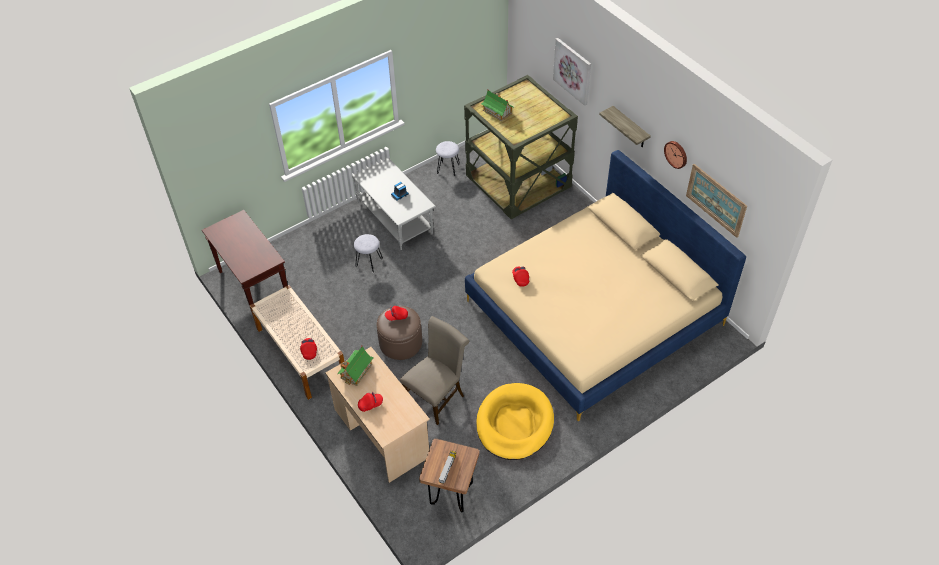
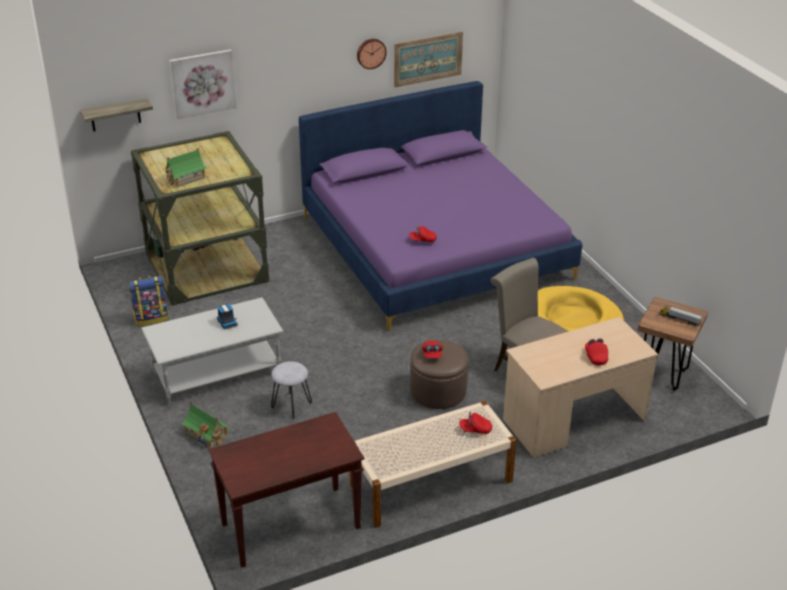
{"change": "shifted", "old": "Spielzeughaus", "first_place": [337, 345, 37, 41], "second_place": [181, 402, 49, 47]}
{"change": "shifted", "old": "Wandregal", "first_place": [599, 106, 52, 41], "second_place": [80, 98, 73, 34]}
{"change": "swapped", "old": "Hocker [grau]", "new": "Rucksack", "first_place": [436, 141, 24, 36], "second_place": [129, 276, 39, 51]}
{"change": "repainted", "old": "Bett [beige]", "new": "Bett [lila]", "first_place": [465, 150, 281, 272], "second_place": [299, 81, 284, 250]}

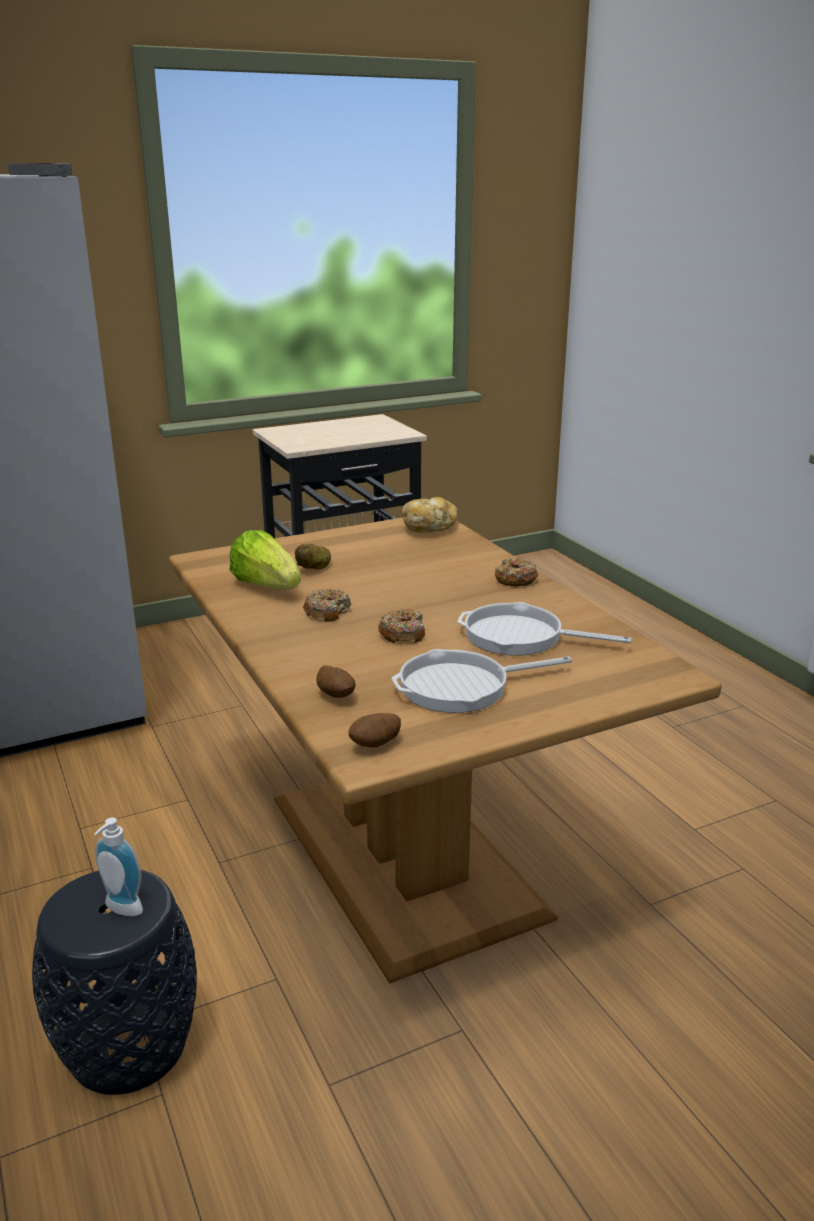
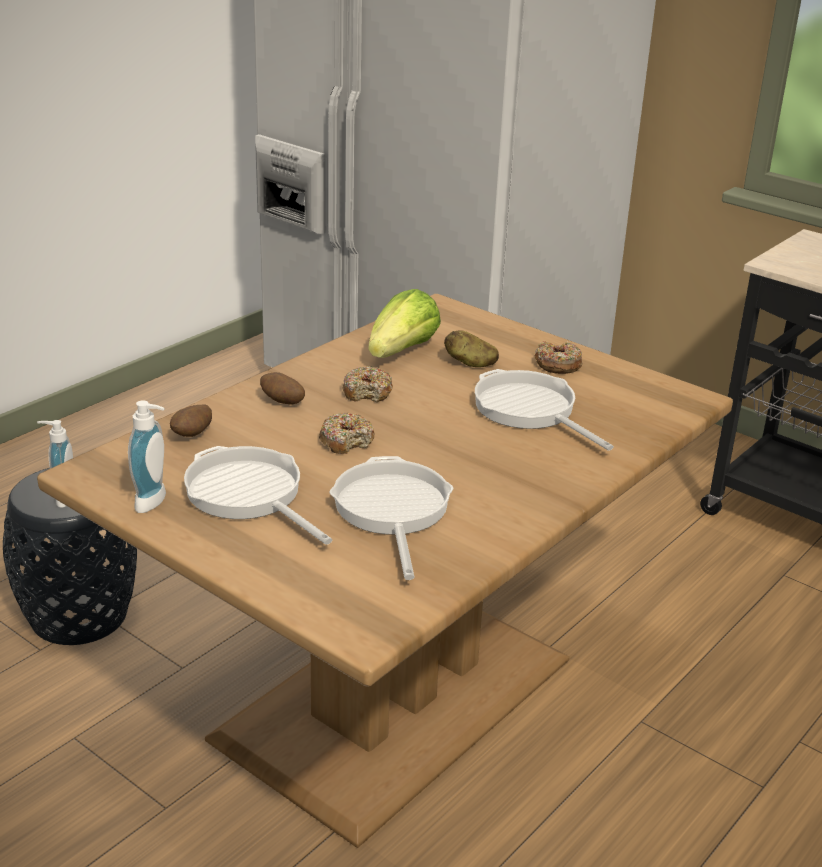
{"change": "gone", "old": "Brot", "first_place": [402, 497, 56, 36]}
{"change": "new", "new": "Seifenspender", "second_place": [128, 400, 38, 113]}
{"change": "new", "new": "Pfanne", "second_place": [475, 369, 139, 82]}
{"change": "shifted", "old": "Kartoffel", "first_place": [348, 713, 53, 34], "second_place": [260, 372, 45, 33]}
{"change": "shifted", "old": "Donut", "first_place": [494, 558, 44, 28], "second_place": [535, 341, 47, 33]}

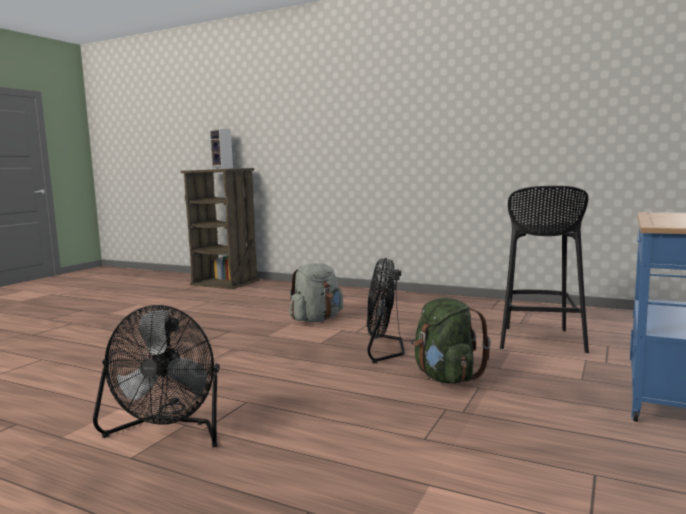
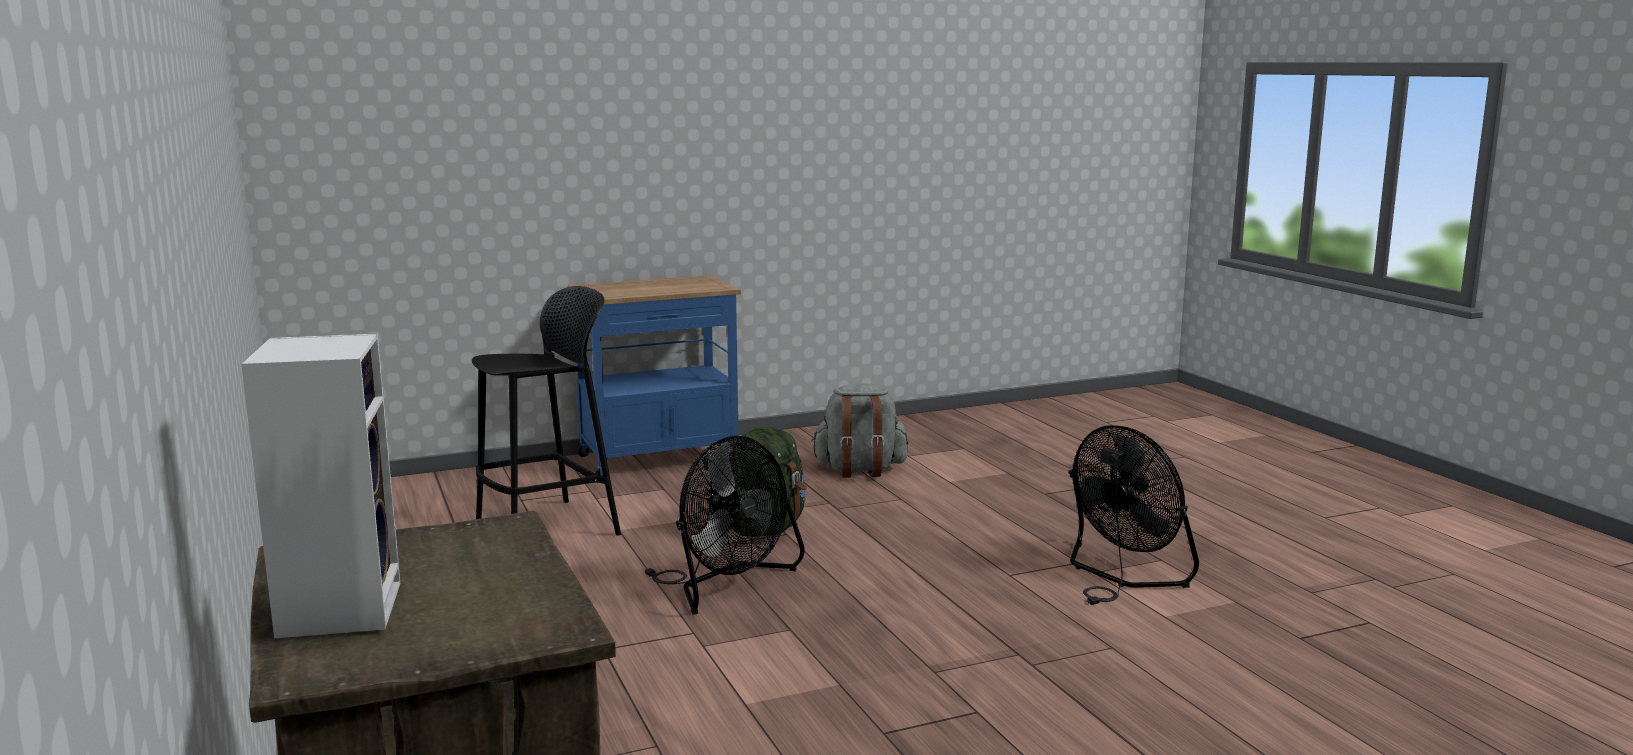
{"change": "shifted", "old": "Rucksack [grau]", "first_place": [289, 263, 54, 59], "second_place": [811, 384, 97, 94]}

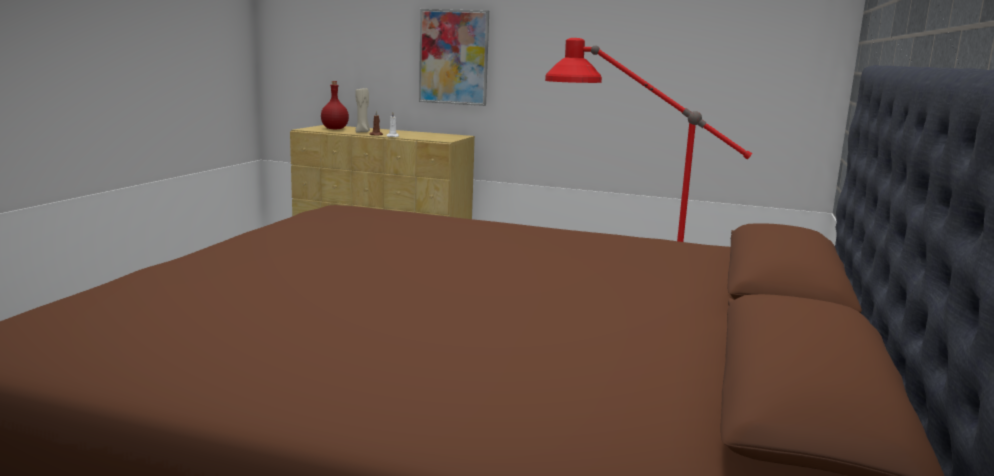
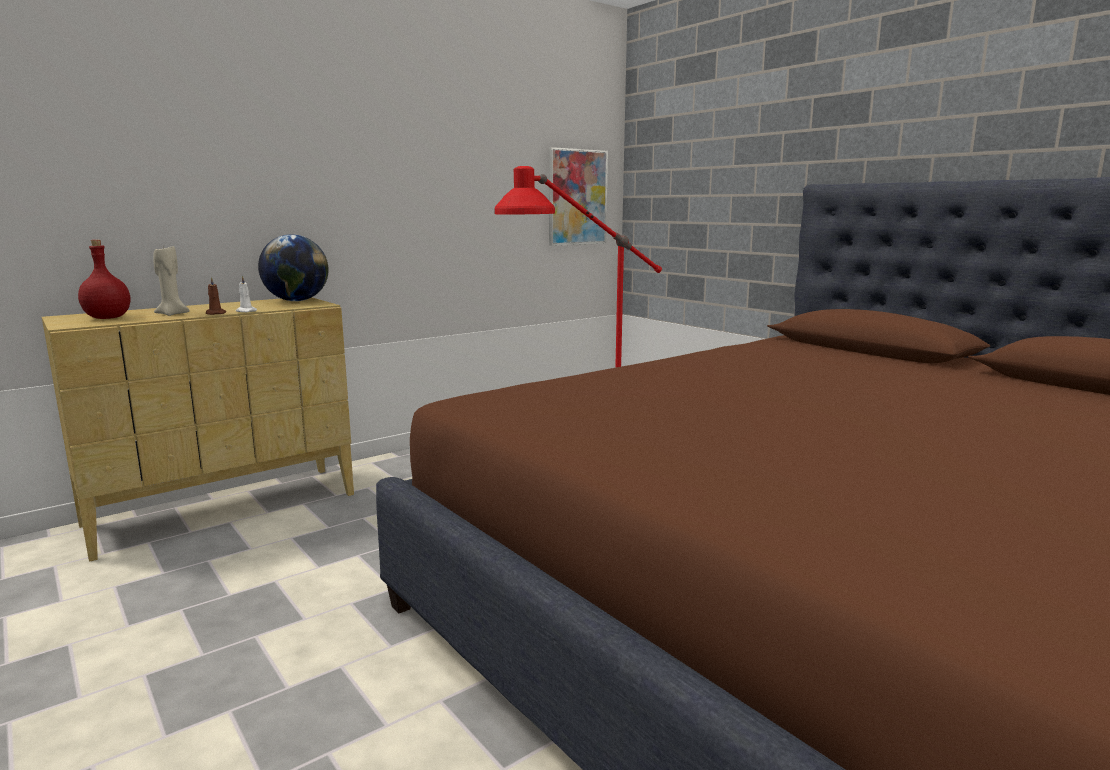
{"change": "new", "new": "Globus", "second_place": [258, 234, 71, 67]}
{"change": "shifted", "old": "Bild", "first_place": [419, 9, 70, 97], "second_place": [549, 147, 59, 99]}

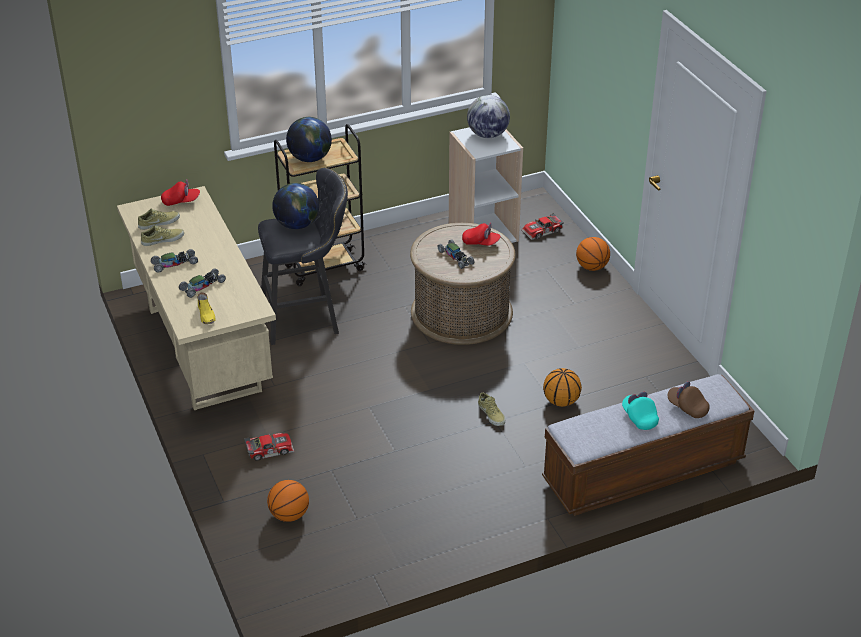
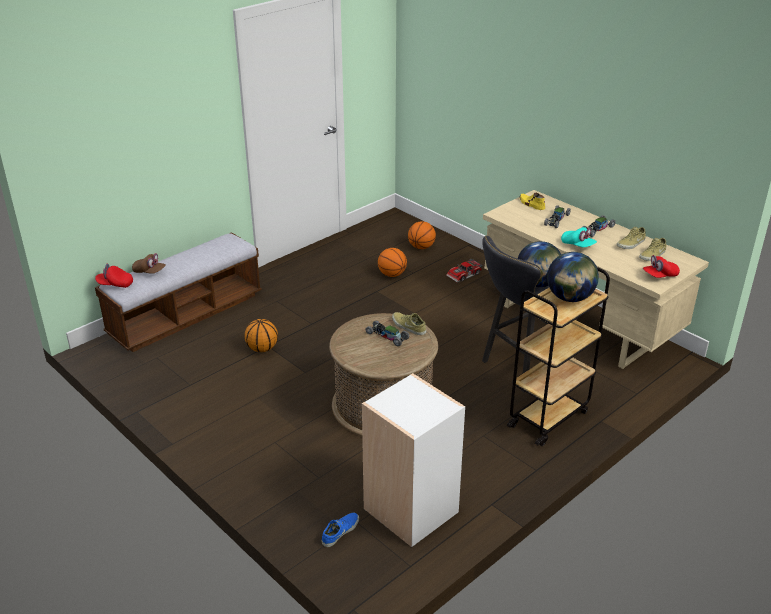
{"change": "gone", "old": "Globus", "first_place": [467, 95, 43, 43]}
{"change": "shifted", "old": "Kappe [rot]", "first_place": [462, 223, 39, 23], "second_place": [95, 264, 38, 24]}
{"change": "shifted", "old": "Schuh [beige]", "first_place": [478, 393, 27, 33], "second_place": [392, 312, 34, 23]}
{"change": "shifted", "old": "Basketball", "first_place": [576, 237, 34, 34], "second_place": [378, 248, 29, 29]}
{"change": "shifted", "old": "Kappe [türkis]", "first_place": [622, 391, 37, 39], "second_place": [561, 227, 36, 20]}
{"change": "swapped", "old": "Spielzeugauto", "new": "Schuh [blau]", "first_place": [522, 213, 42, 27], "second_place": [322, 513, 37, 34]}

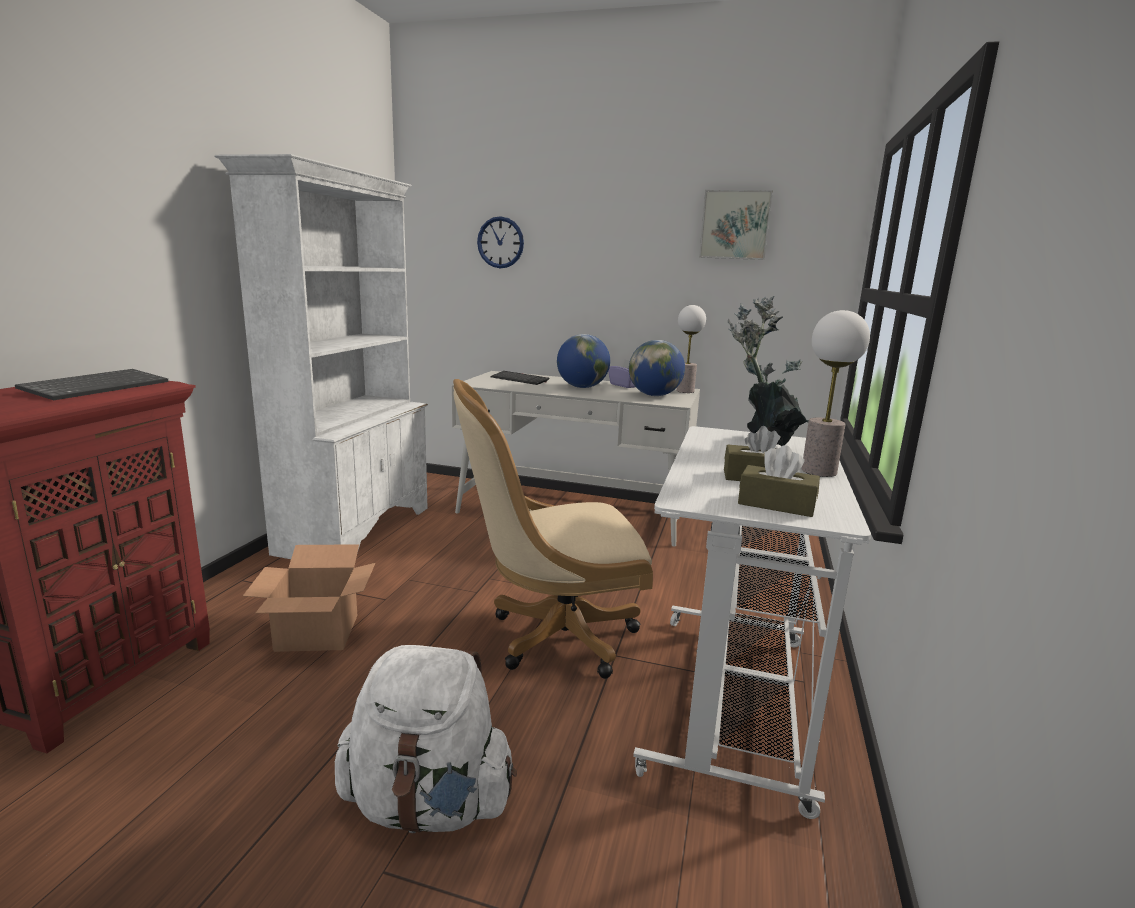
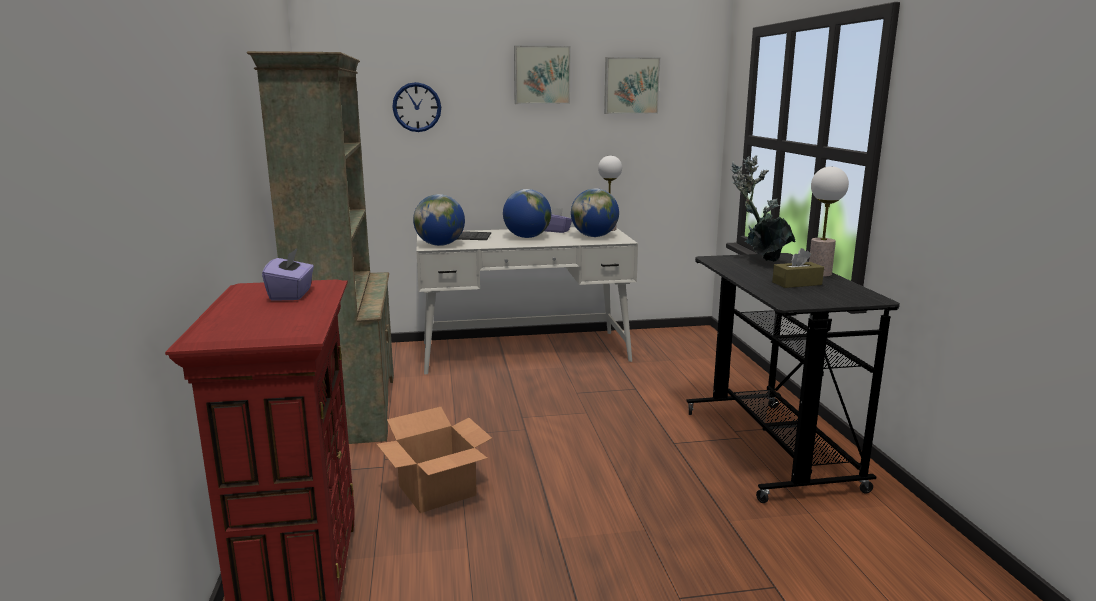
{"change": "gone", "old": "Rucksack [weiß]", "first_place": [335, 645, 182, 188]}
{"change": "gone", "old": "Bürostuhl [beige]", "first_place": [453, 379, 200, 300]}
{"change": "gone", "old": "Taschentuchbox [braun]", "first_place": [738, 445, 82, 72]}
{"change": "new", "new": "Globus", "second_place": [413, 194, 52, 52]}
{"change": "new", "new": "Bild", "second_place": [514, 46, 57, 58]}
{"change": "swapped", "old": "Tastatur", "new": "Taschentuchbox [lila]", "first_place": [15, 369, 153, 31], "second_place": [262, 248, 52, 53]}
{"change": "repainted", "old": "Bücherregal [weiß]", "new": "Bücherregal [grün]", "first_place": [214, 154, 214, 405], "second_place": [247, 51, 147, 393]}
{"change": "repainted", "old": "Schreibtisch [weiß]", "new": "Schreibtisch [schwarz]", "first_place": [633, 426, 238, 393], "second_place": [687, 253, 213, 250]}

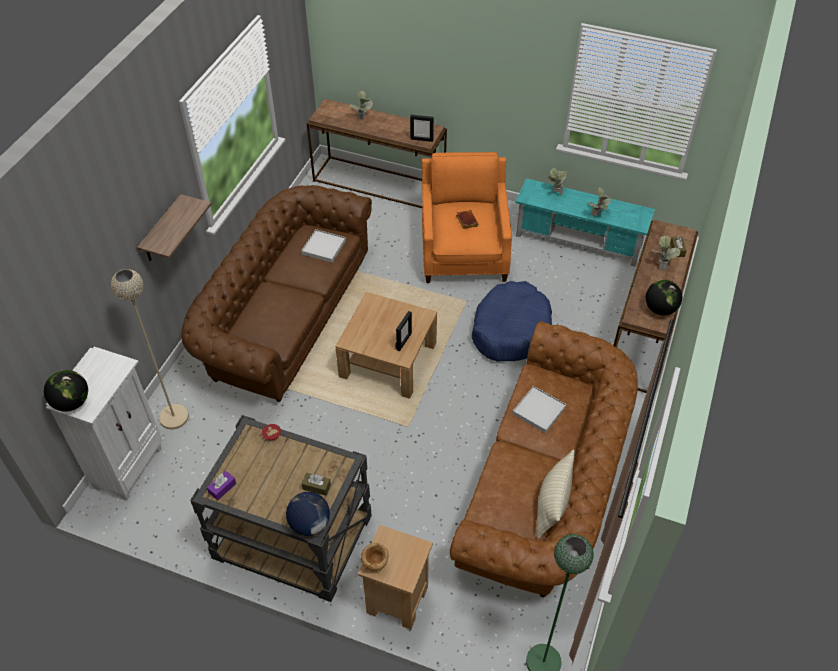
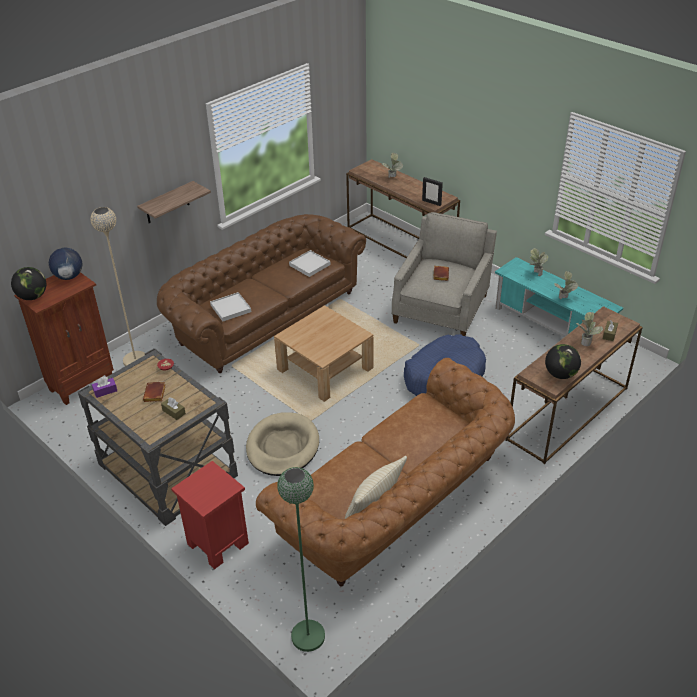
{"change": "gone", "old": "Schüssel [braun]", "first_place": [361, 543, 28, 28]}
{"change": "gone", "old": "Bilderrahmen", "first_place": [395, 311, 17, 40]}
{"change": "new", "new": "Buch [braun]", "second_place": [143, 381, 23, 21]}
{"change": "new", "new": "Hundebett [beige]", "second_place": [246, 412, 73, 64]}
{"change": "shifted", "old": "Globus", "first_place": [286, 492, 44, 44], "second_place": [49, 248, 33, 32]}
{"change": "shifted", "old": "Tablett [weiß]", "first_place": [512, 386, 54, 47], "second_place": [210, 292, 41, 30]}
{"change": "repainted", "old": "Schrank [weiß]", "new": "Schrank [braun]", "first_place": [45, 347, 117, 153], "second_place": [14, 272, 100, 133]}
{"change": "repainted", "old": "Nachttisch [beige]", "new": "Nachttisch [rot]", "first_place": [358, 525, 75, 105], "second_place": [171, 461, 78, 108]}
{"change": "repainted", "old": "Sessel [orange]", "new": "Sessel [grau]", "first_place": [422, 152, 90, 131], "second_place": [391, 212, 106, 124]}

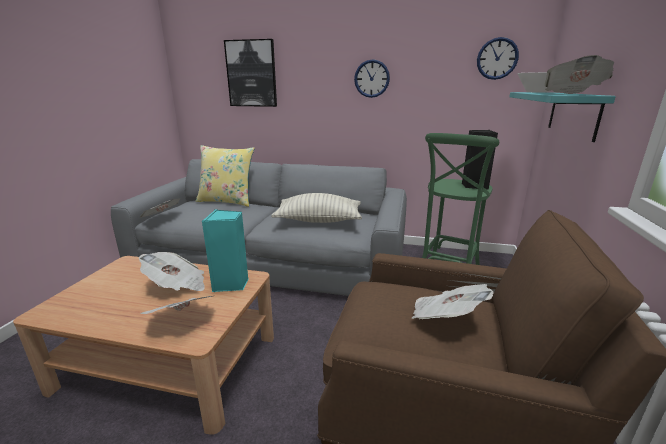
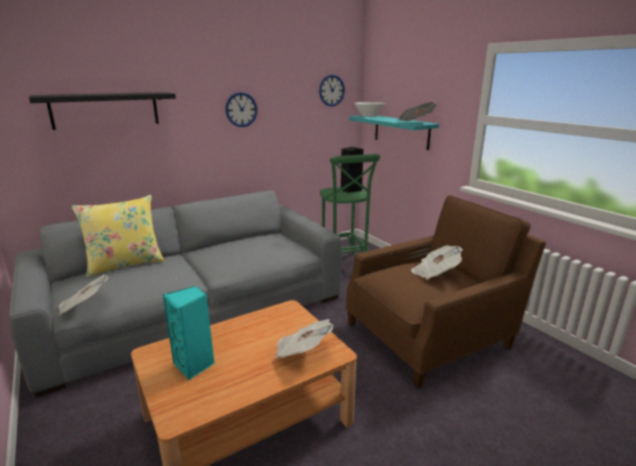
{"change": "gone", "old": "Zeitung", "first_place": [139, 252, 66, 39]}
{"change": "gone", "old": "Kissen", "first_place": [271, 193, 91, 30]}
{"change": "shifted", "old": "Lautsprecher [türkis]", "first_place": [202, 209, 46, 83], "second_place": [163, 286, 52, 94]}
{"change": "swapped", "old": "Bild", "new": "Wandregal [schwarz]", "first_place": [224, 39, 53, 68], "second_place": [29, 92, 147, 38]}

